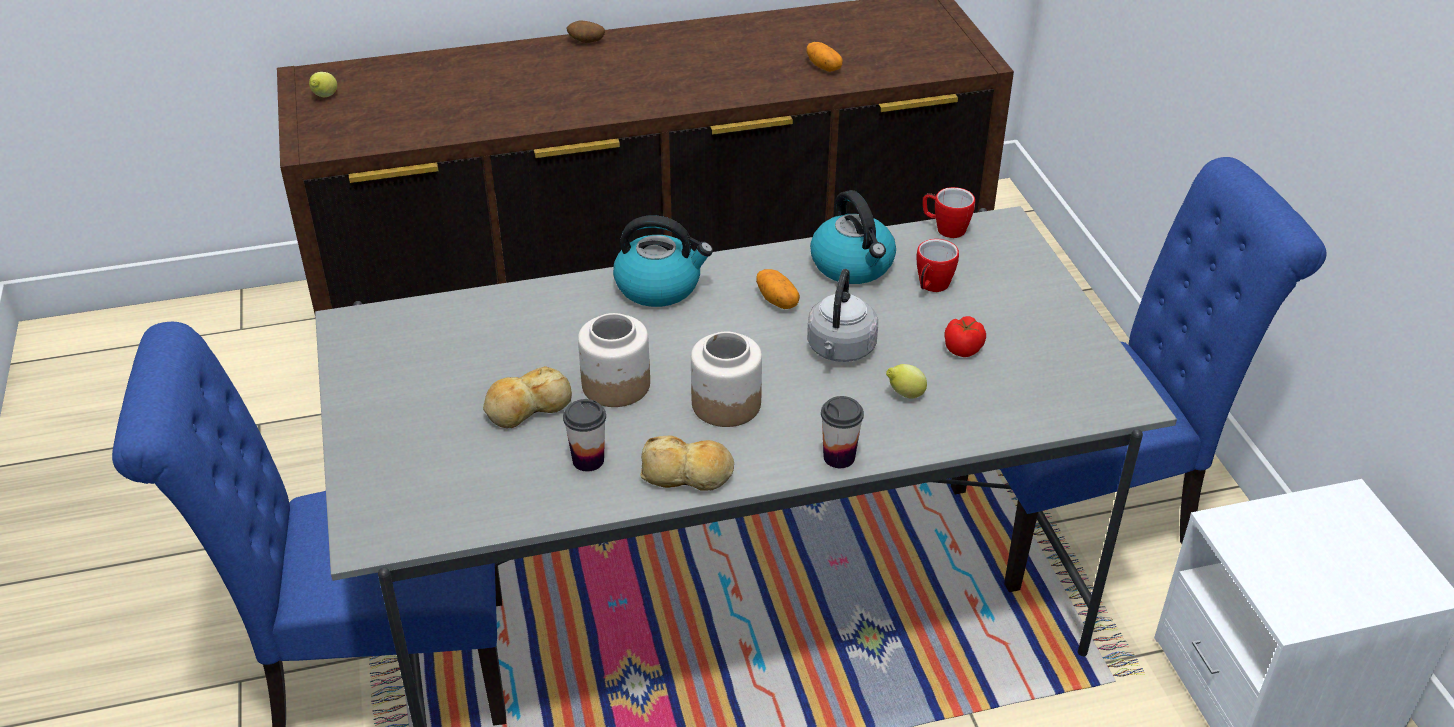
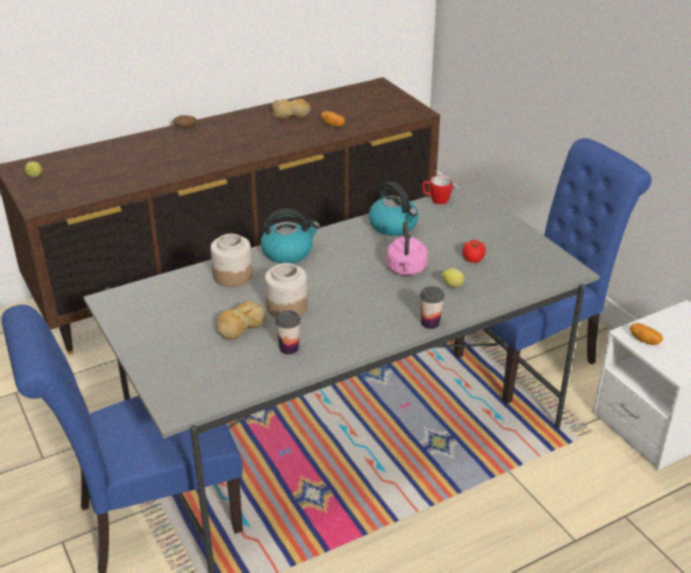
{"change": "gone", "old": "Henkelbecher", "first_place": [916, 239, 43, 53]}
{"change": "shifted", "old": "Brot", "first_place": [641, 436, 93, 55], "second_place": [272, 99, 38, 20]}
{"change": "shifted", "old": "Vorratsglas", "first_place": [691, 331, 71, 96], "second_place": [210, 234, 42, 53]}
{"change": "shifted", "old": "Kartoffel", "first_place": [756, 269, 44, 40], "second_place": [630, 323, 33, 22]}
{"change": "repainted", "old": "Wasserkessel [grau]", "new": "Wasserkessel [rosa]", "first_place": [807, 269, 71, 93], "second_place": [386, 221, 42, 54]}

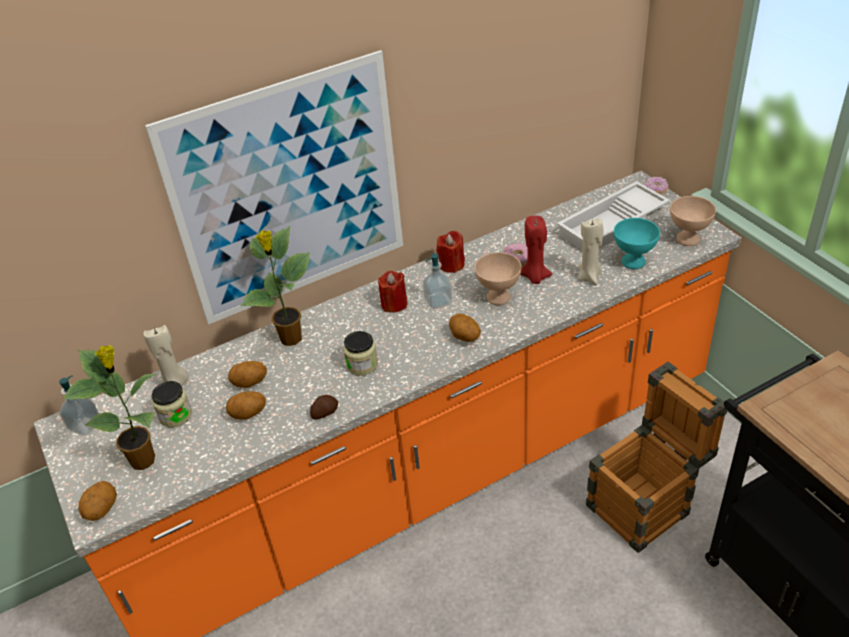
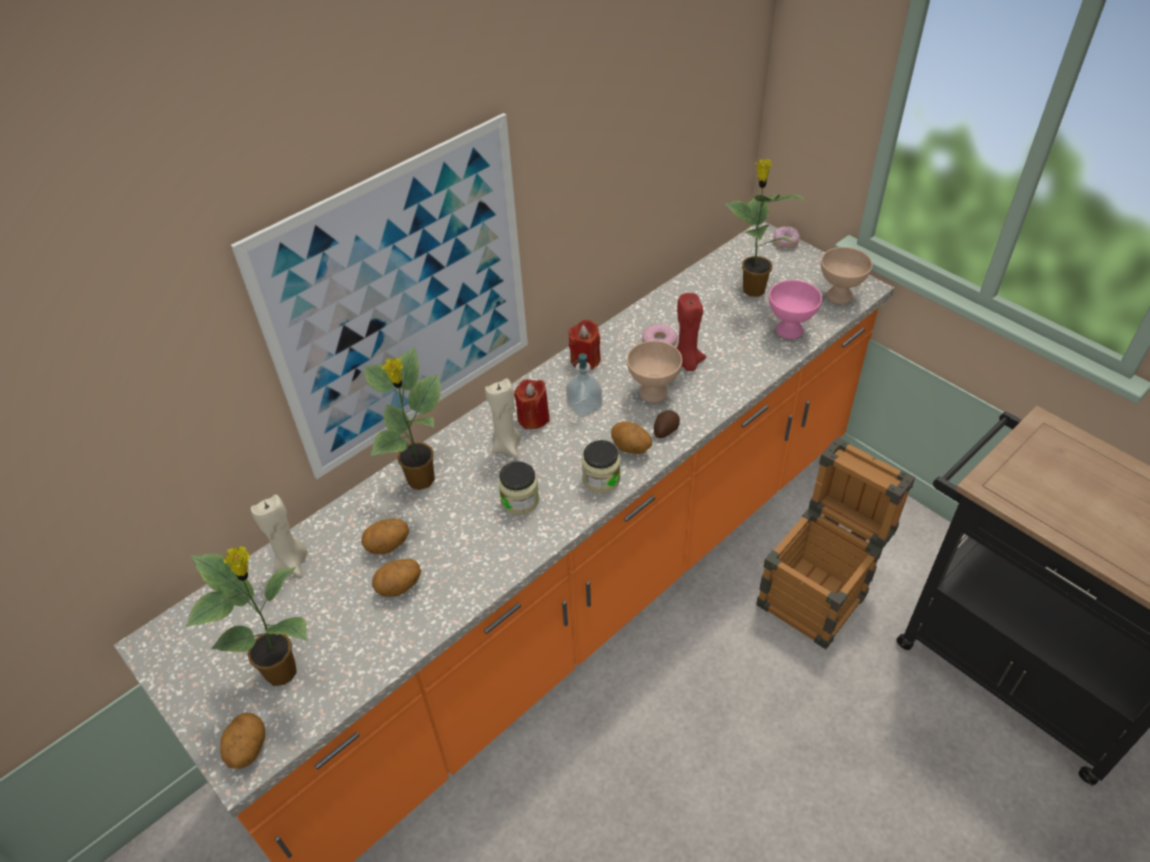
{"change": "gone", "old": "Seifenspender", "first_place": [59, 375, 40, 60]}
{"change": "shifted", "old": "Vorratsglas", "first_place": [152, 381, 40, 46], "second_place": [582, 440, 39, 53]}
{"change": "shifted", "old": "Kartoffel", "first_place": [310, 395, 28, 24], "second_place": [654, 410, 26, 28]}
{"change": "shifted", "old": "Kerze [beige]", "first_place": [577, 218, 26, 67], "second_place": [485, 378, 36, 80]}
{"change": "swapped", "old": "Tablett [weiß]", "new": "Topfpflanze", "first_place": [557, 181, 113, 69], "second_place": [724, 159, 84, 138]}
{"change": "repainted", "old": "Schüssel [türkis]", "new": "Schüssel [rosa]", "first_place": [614, 218, 46, 51], "second_place": [769, 280, 53, 59]}

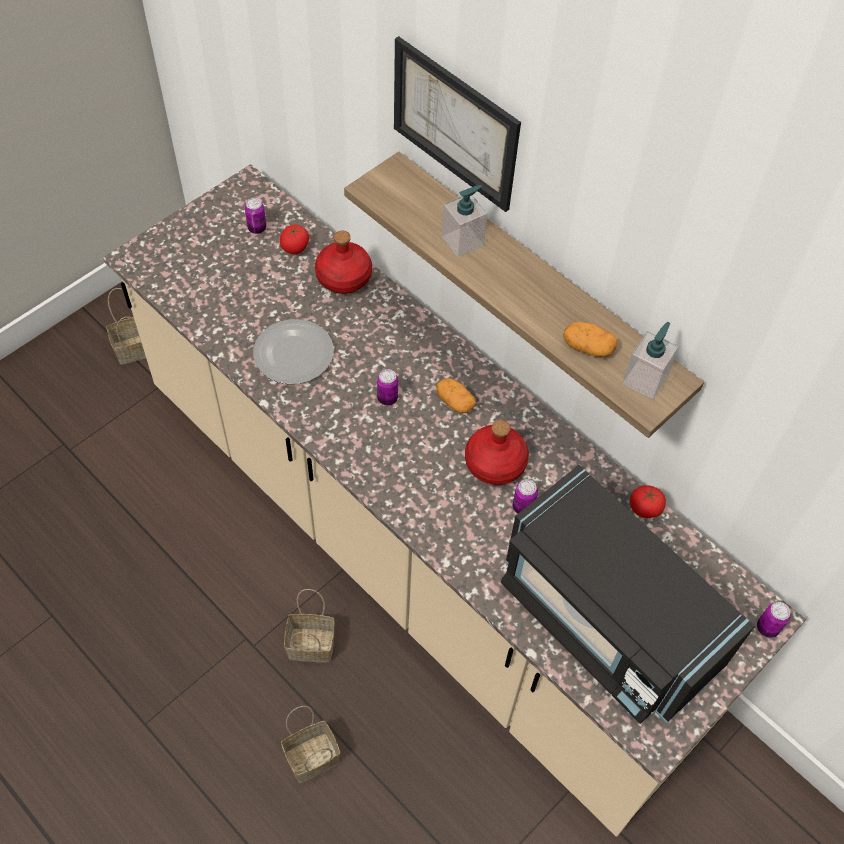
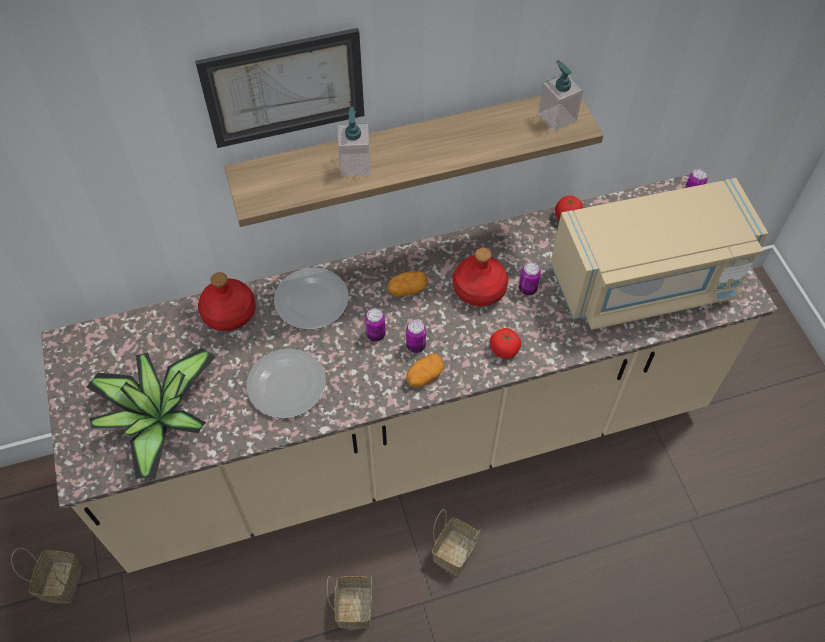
{"change": "new", "new": "Topfpflanze", "second_place": [86, 348, 130, 131]}
{"change": "new", "new": "Teller", "second_place": [274, 268, 75, 62]}
{"change": "shifted", "old": "Dose", "first_place": [245, 198, 21, 36], "second_place": [406, 320, 20, 33]}
{"change": "shifted", "old": "Tomate", "first_place": [280, 225, 29, 29], "second_place": [490, 328, 31, 31]}
{"change": "shifted", "old": "Korb", "first_place": [281, 706, 60, 77], "second_place": [327, 576, 45, 53]}
{"change": "shifted", "old": "Kartoffel", "first_place": [563, 322, 54, 35], "second_place": [406, 354, 38, 34]}
{"change": "repainted", "old": "Mikrowelle [schwarz]", "new": "Mikrowelle [beige]", "first_place": [501, 465, 254, 259], "second_place": [550, 178, 218, 152]}

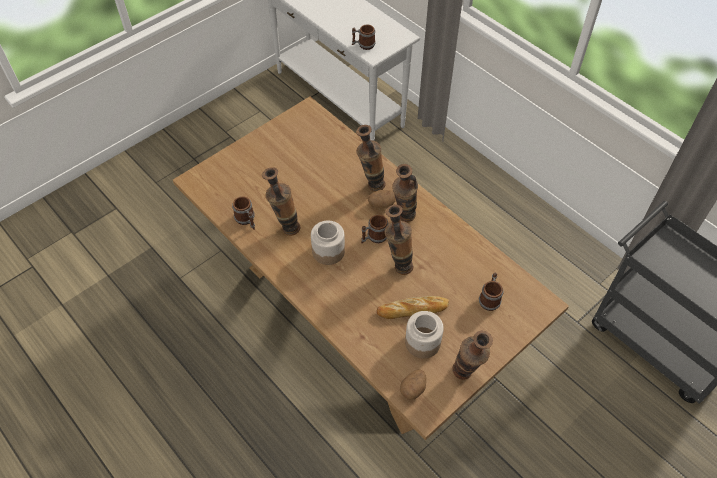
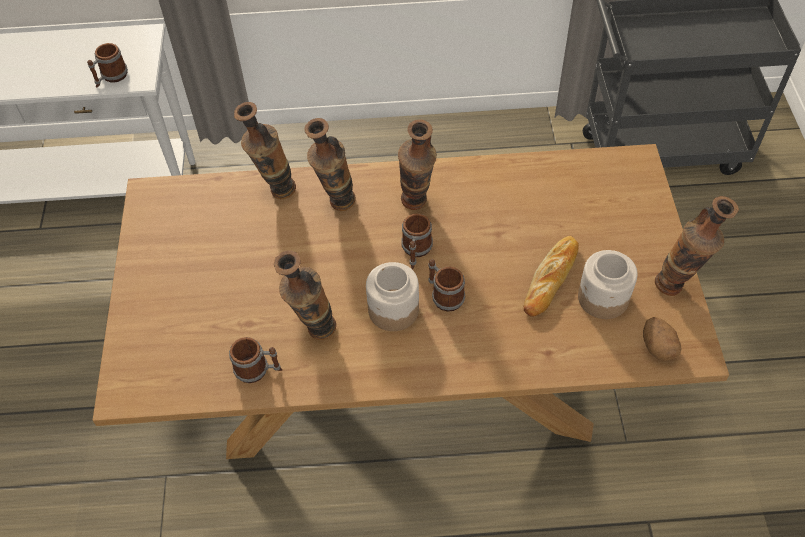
{"change": "gone", "old": "Kartoffel", "first_place": [367, 190, 29, 18]}
{"change": "shifted", "old": "Vase", "first_place": [385, 204, 28, 71], "second_place": [234, 102, 62, 97]}
{"change": "shifted", "old": "Henkelbecher", "first_place": [479, 273, 24, 38], "second_place": [428, 259, 37, 53]}

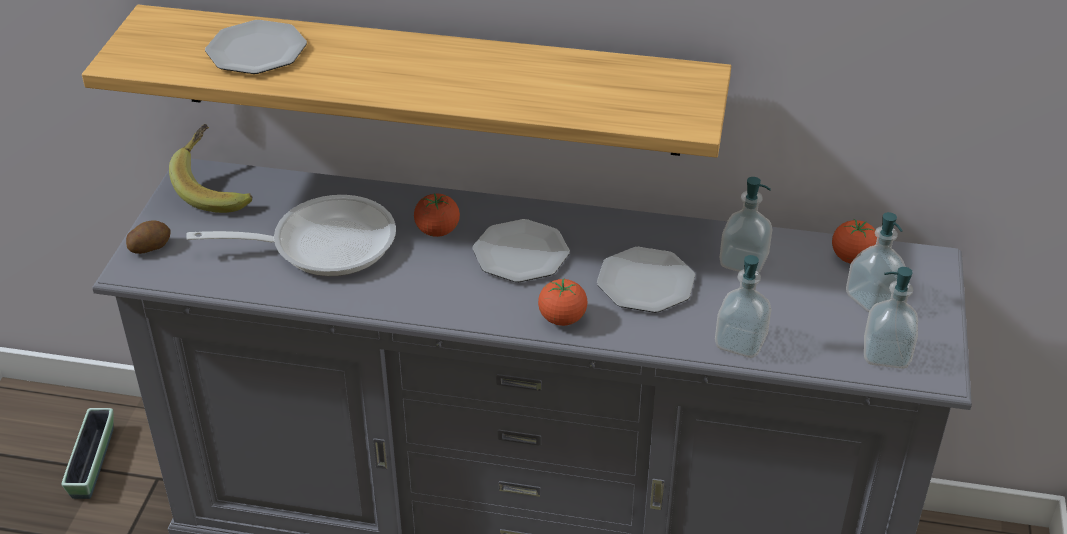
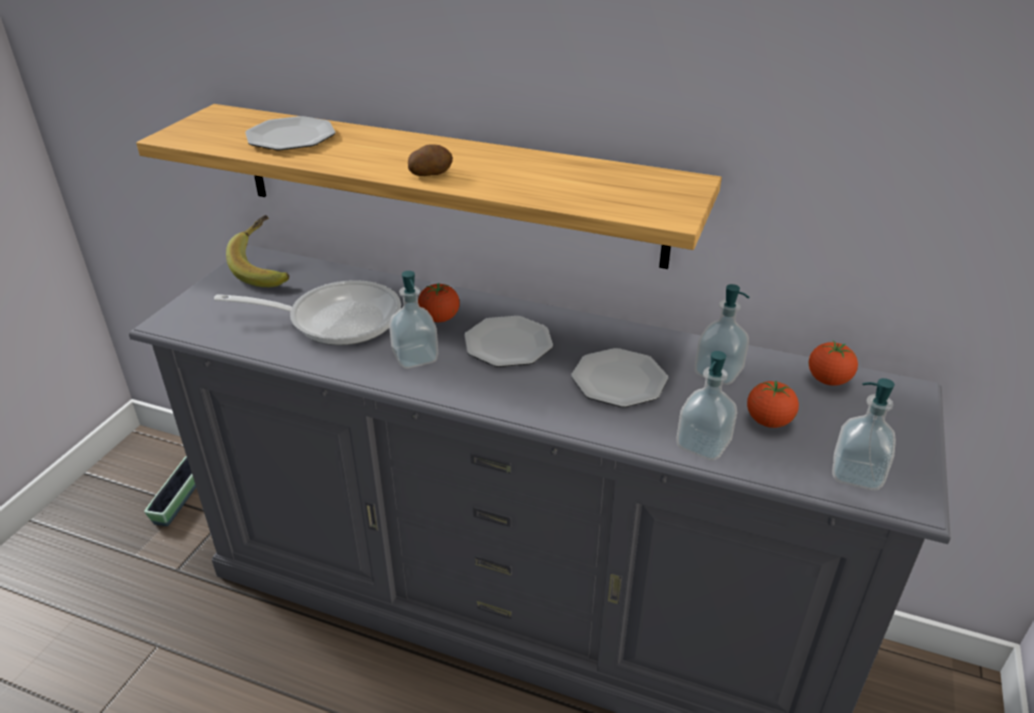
{"change": "shifted", "old": "Kartoffel", "first_place": [126, 220, 45, 34], "second_place": [408, 145, 45, 31]}
{"change": "shifted", "old": "Tomate", "first_place": [538, 278, 49, 48], "second_place": [747, 380, 52, 48]}
{"change": "shifted", "old": "Seifenspender", "first_place": [846, 212, 60, 100], "second_place": [389, 271, 49, 98]}

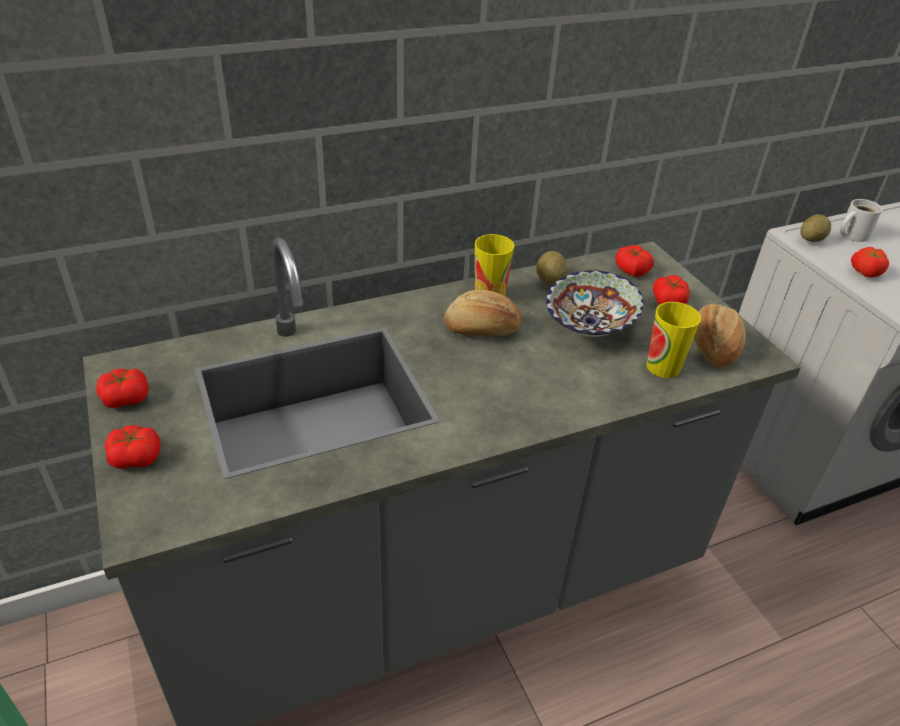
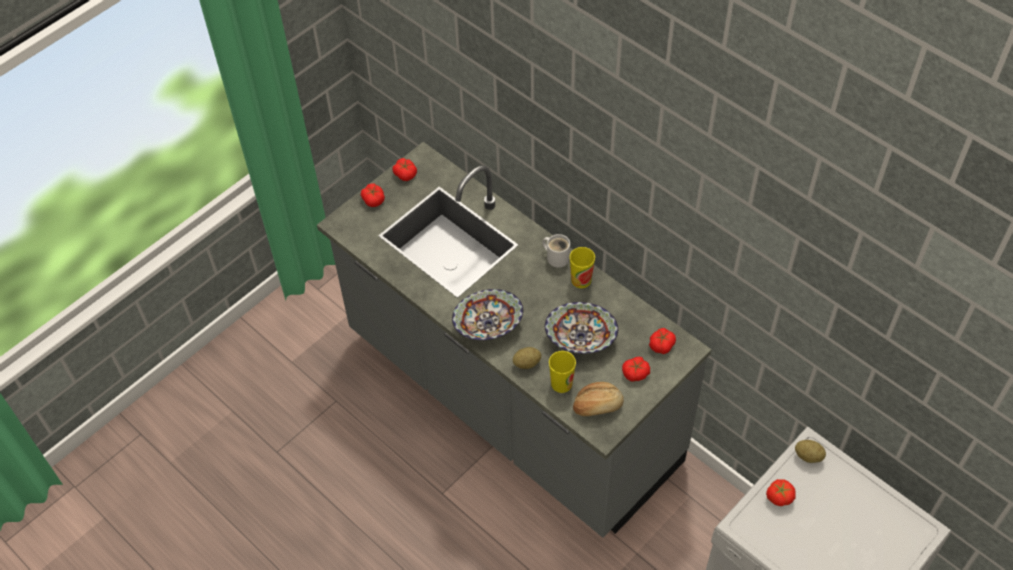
{"change": "gone", "old": "Brot", "first_place": [444, 290, 78, 46]}
{"change": "new", "new": "Schüssel", "second_place": [452, 289, 71, 51]}
{"change": "shifted", "old": "Kartoffel", "first_place": [536, 251, 31, 34], "second_place": [513, 347, 28, 22]}
{"change": "shifted", "old": "Henkelbecher [weiß]", "first_place": [839, 199, 43, 43], "second_place": [542, 234, 28, 33]}

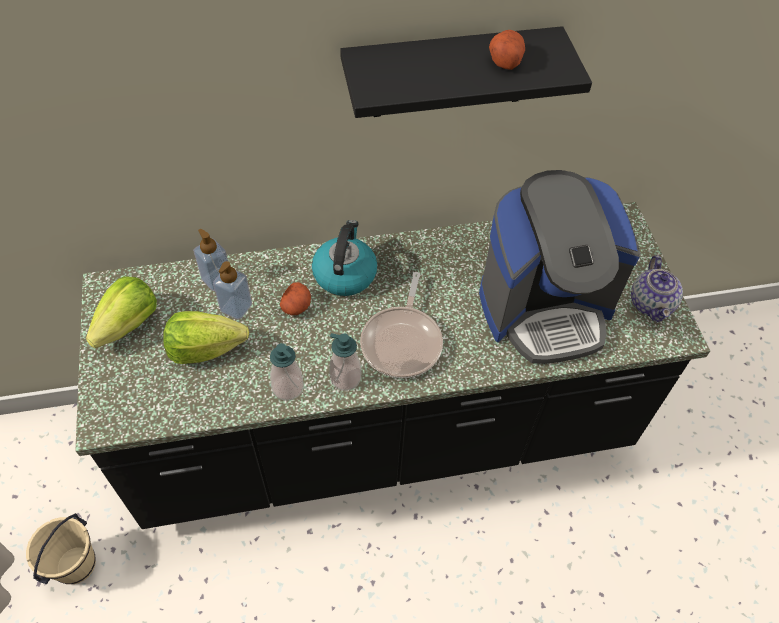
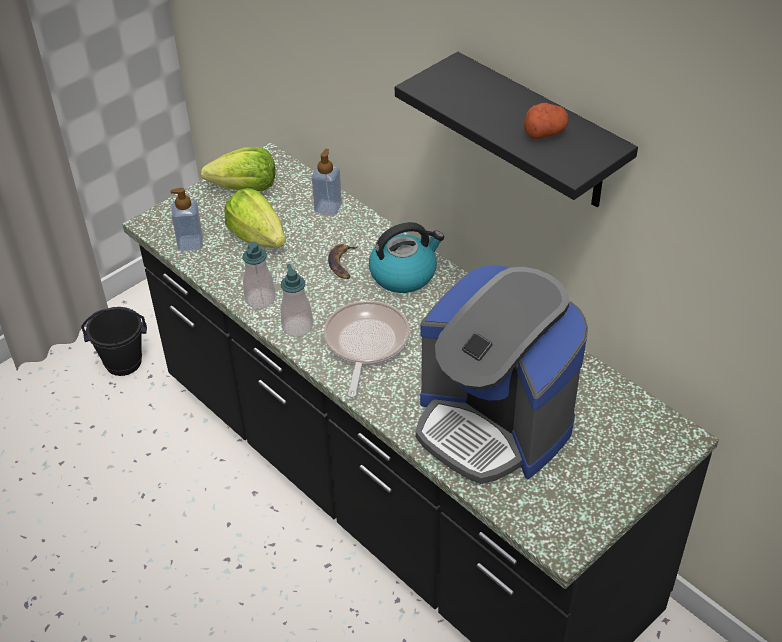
{"change": "gone", "old": "Teekanne", "first_place": [631, 255, 52, 67]}
{"change": "shifted", "old": "Seifenspender", "first_place": [213, 261, 39, 59], "second_place": [170, 188, 33, 63]}
{"change": "swapped", "old": "Kartoffel", "new": "Banane", "first_place": [280, 282, 31, 33], "second_place": [328, 244, 30, 35]}
{"change": "repainted", "old": "Eimer [beige]", "new": "Eimer [schwarz]", "first_place": [26, 513, 70, 71], "second_place": [81, 307, 66, 69]}
{"change": "rotated", "old": "Pfanne", "first_place": [360, 272, 83, 106], "second_place": [324, 300, 85, 98], "degrees": 120}

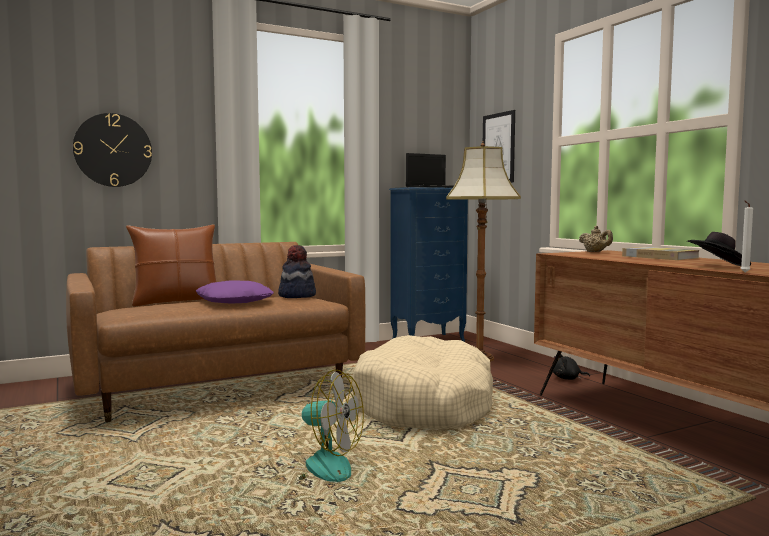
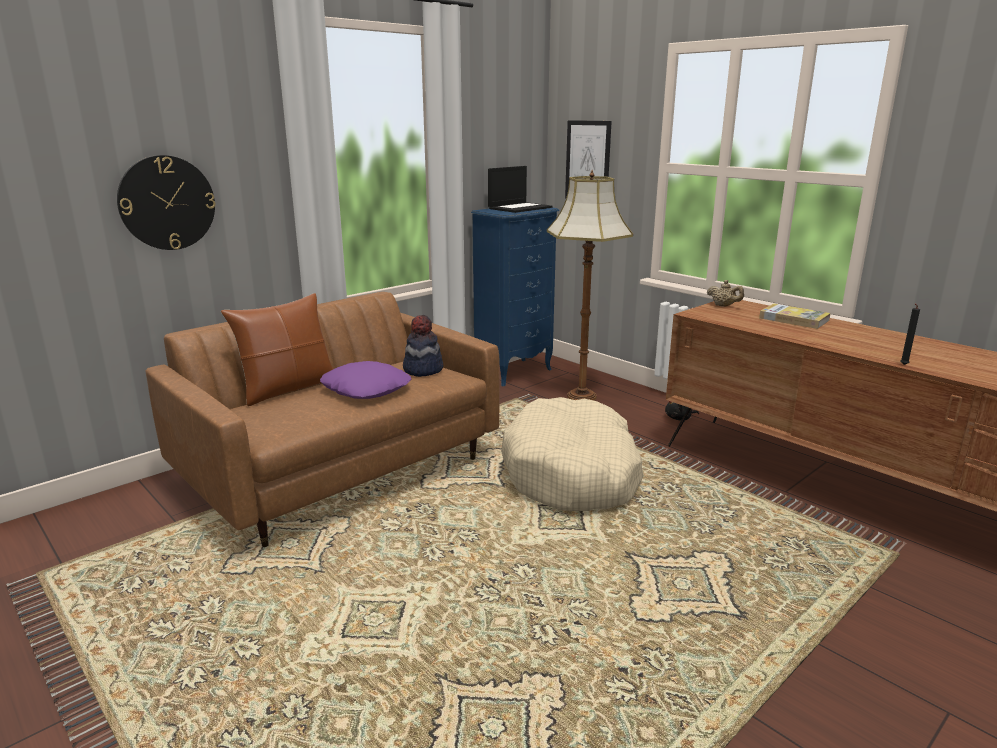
{"change": "gone", "old": "Ventilator", "first_place": [291, 369, 73, 113]}
{"change": "gone", "old": "Hut [schwarz]", "first_place": [686, 232, 65, 34]}
{"change": "repainted", "old": "Kerze [weiß]", "new": "Kerze [schwarz]", "first_place": [740, 201, 13, 71], "second_place": [901, 304, 19, 61]}

